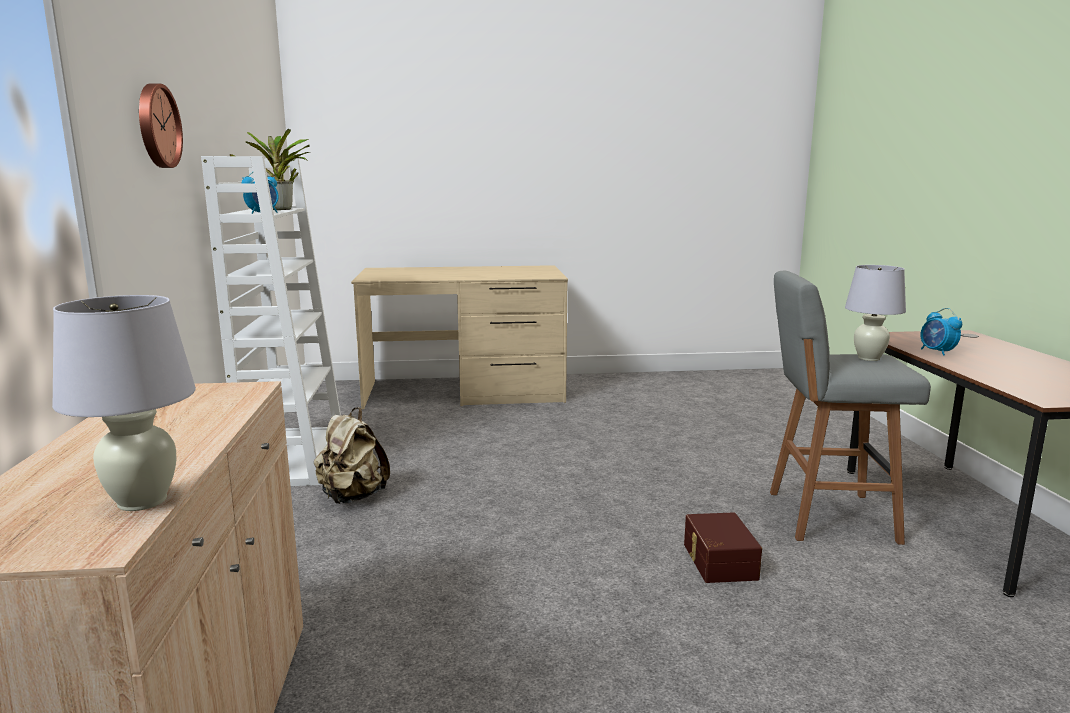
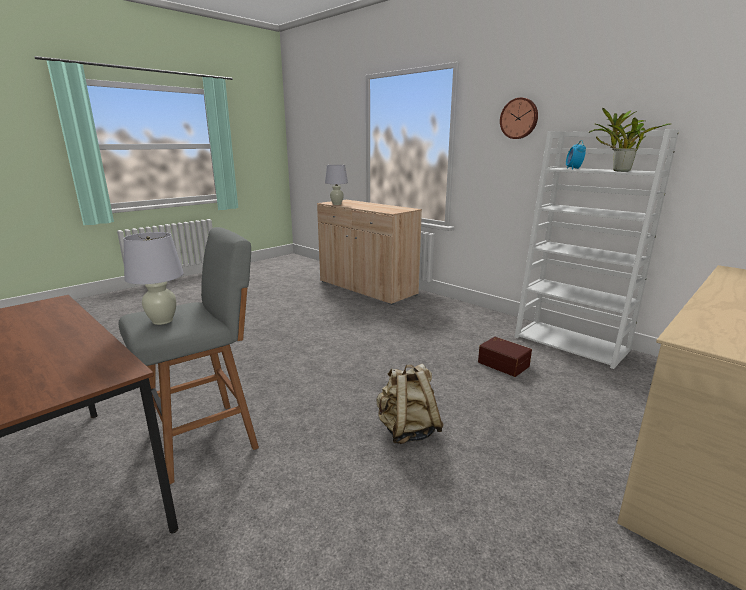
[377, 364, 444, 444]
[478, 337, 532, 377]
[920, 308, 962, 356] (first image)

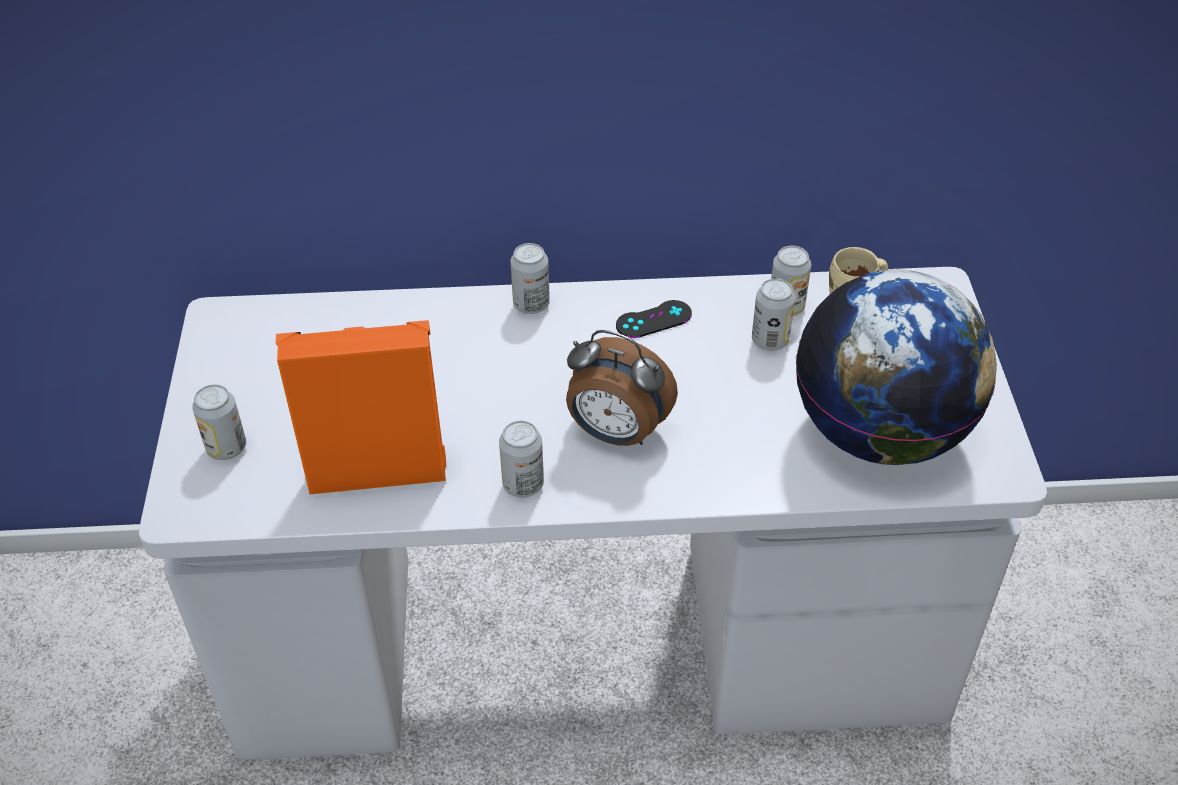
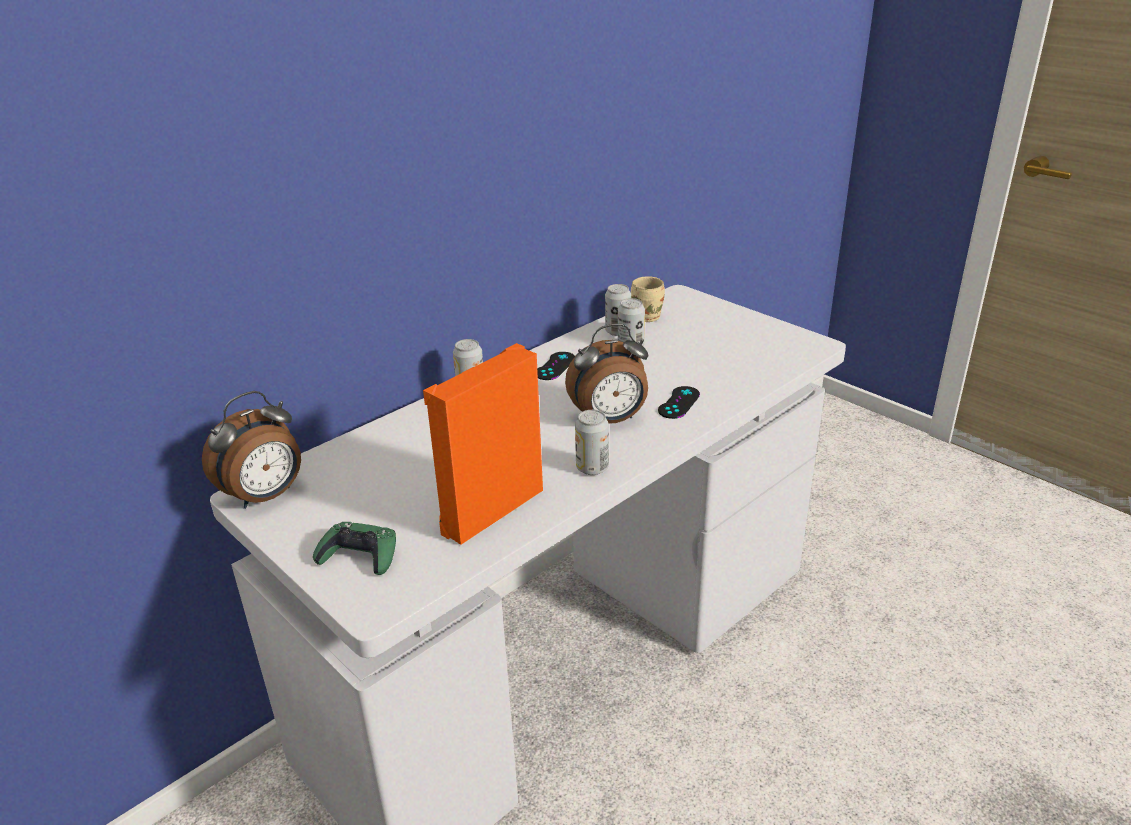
[202, 391, 301, 509]
[313, 522, 396, 575]
[658, 386, 700, 419]
[796, 269, 997, 465] (first image)

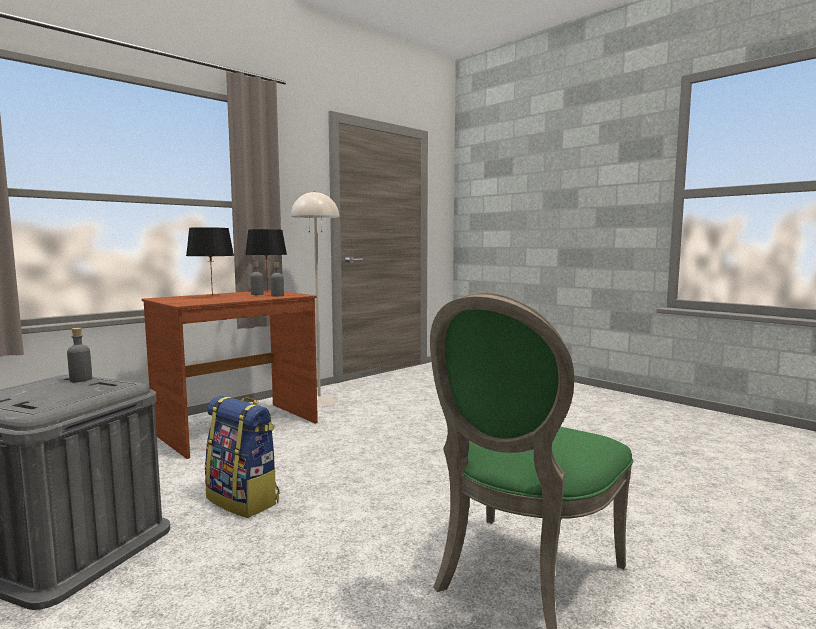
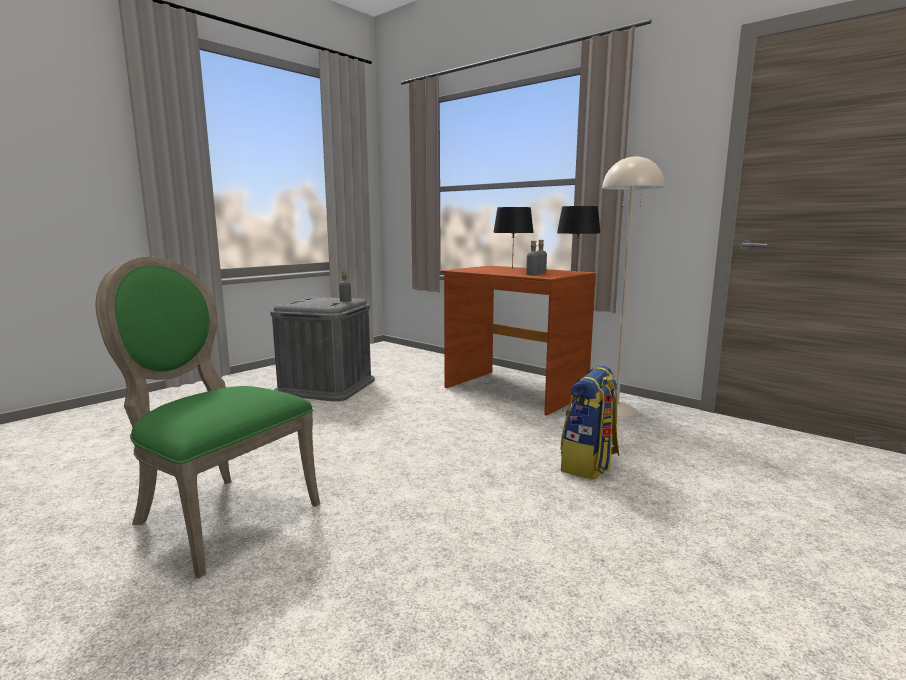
[560, 366, 619, 479]

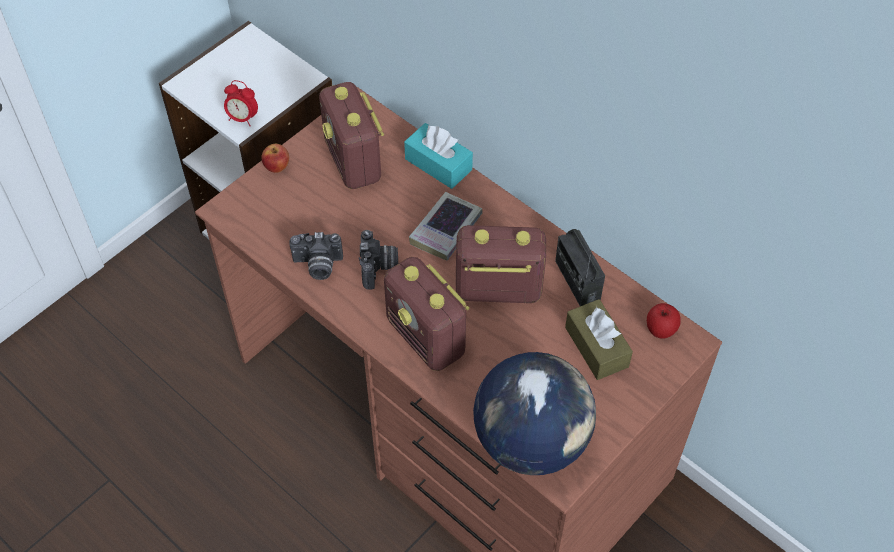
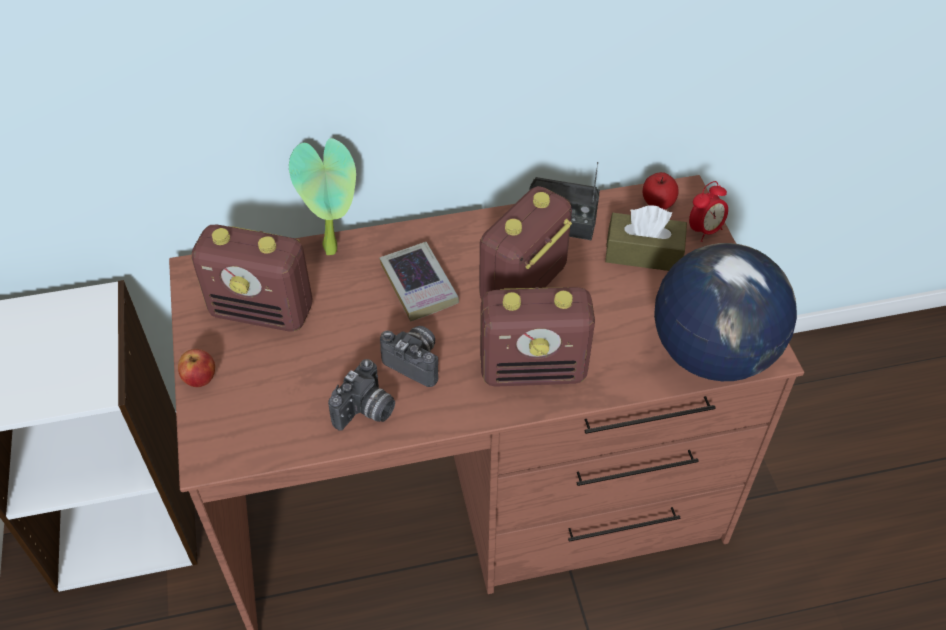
[289, 138, 356, 255]
[689, 181, 728, 242]

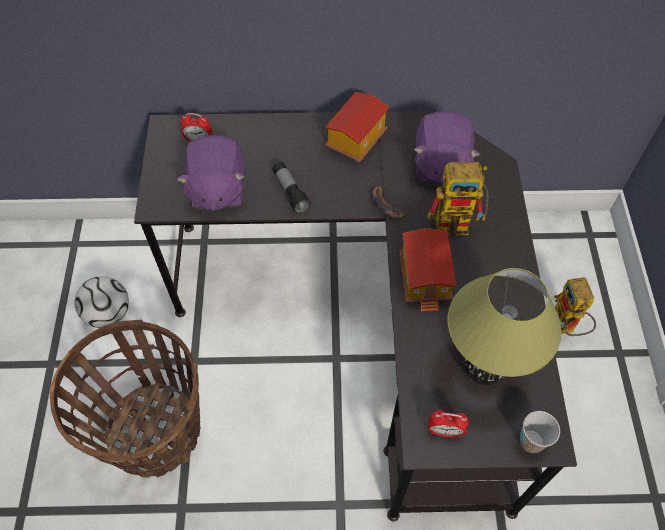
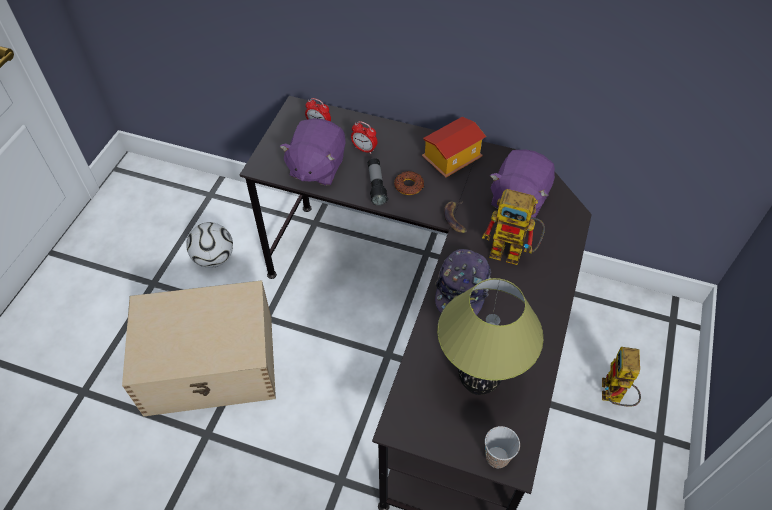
[122, 280, 276, 417]
[351, 121, 378, 154]
[394, 171, 424, 195]
[435, 249, 491, 315]

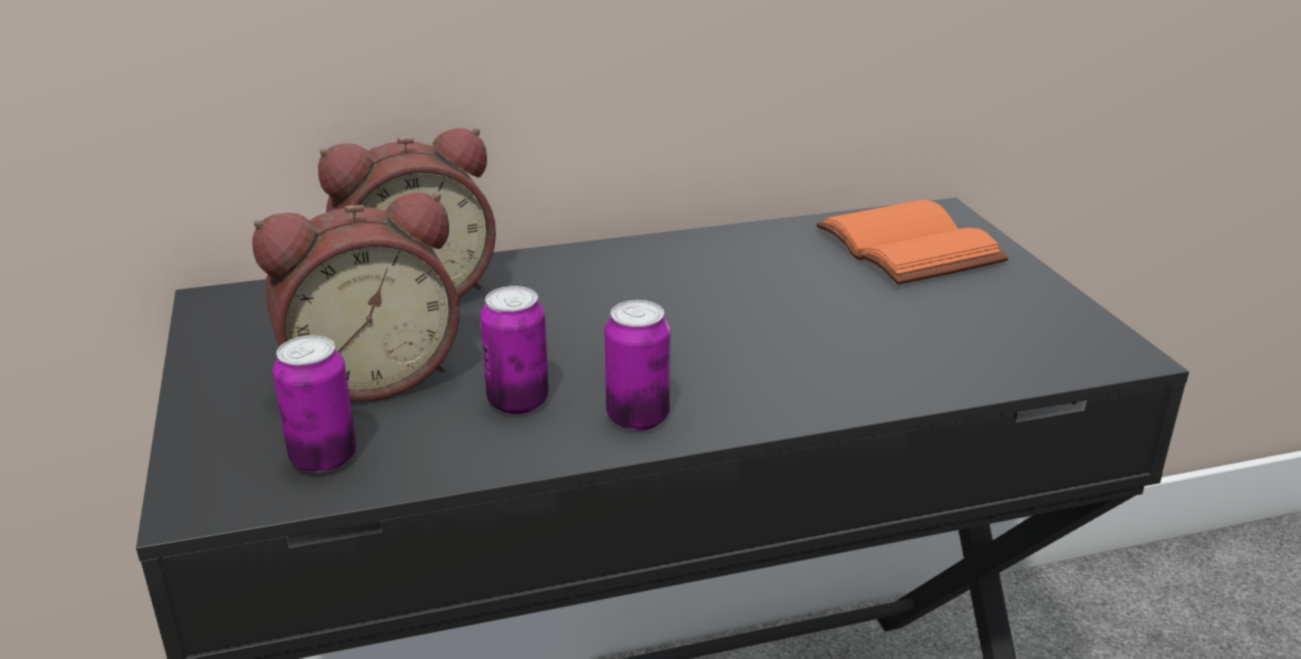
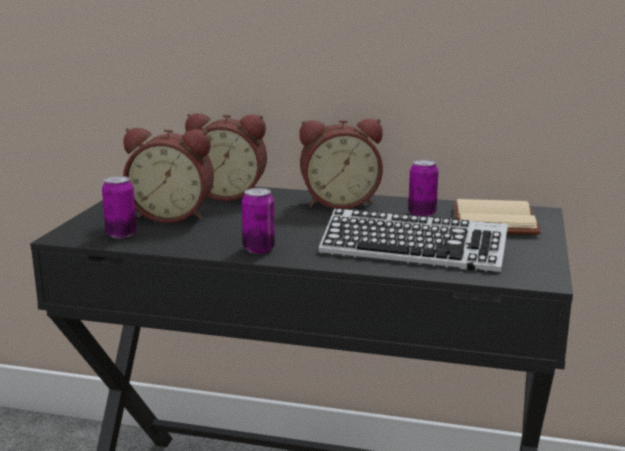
[299, 119, 383, 209]
[319, 208, 508, 273]
[408, 160, 439, 217]
[453, 199, 541, 235]

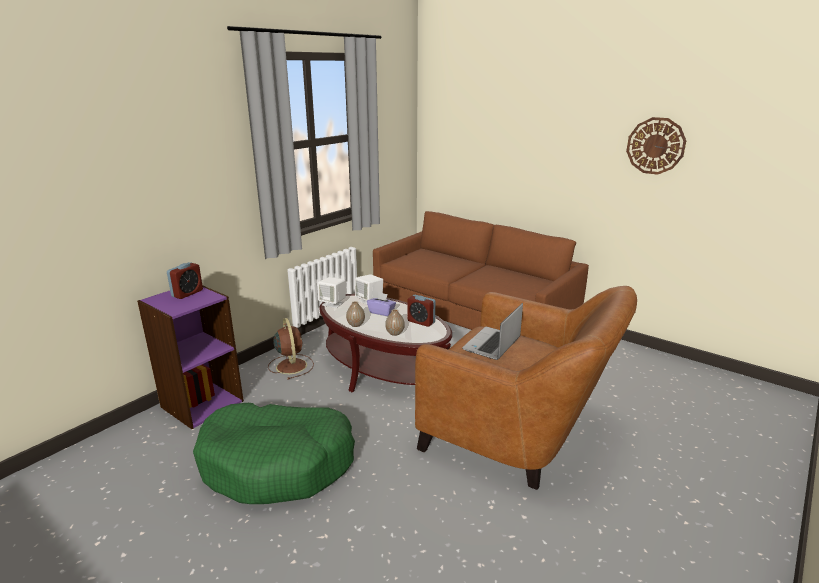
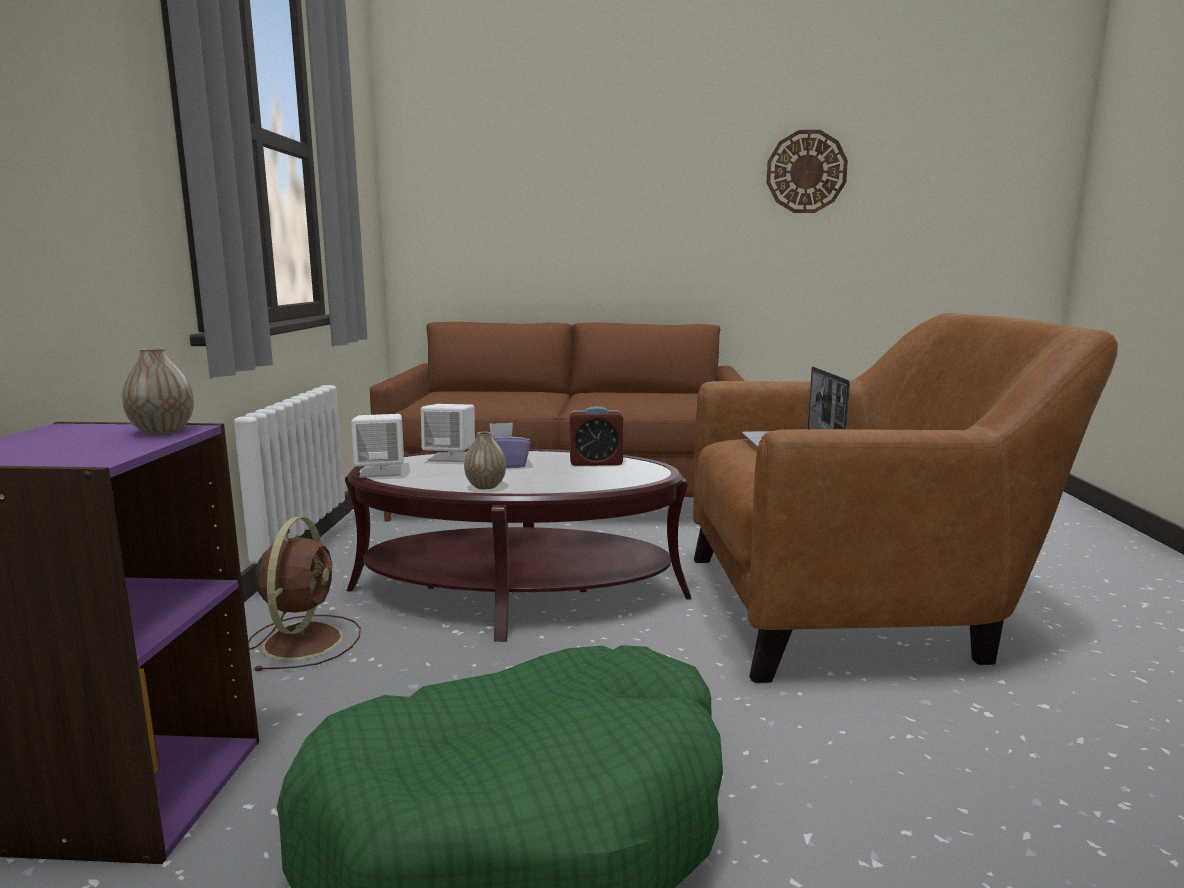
[121, 348, 194, 435]
[248, 517, 361, 671]
[167, 262, 203, 299] (first image)

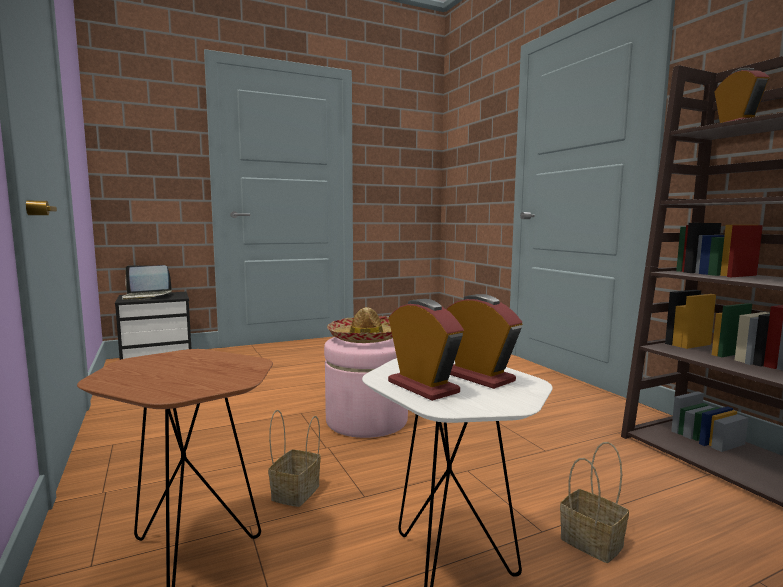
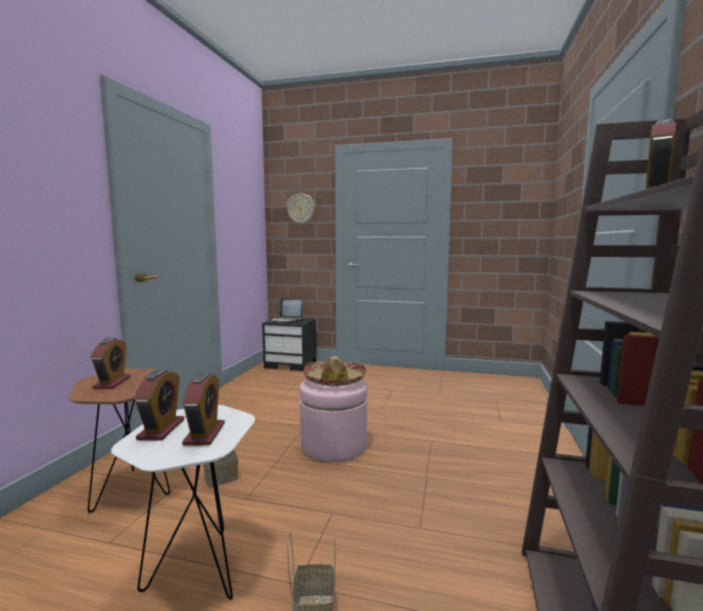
[91, 338, 131, 389]
[286, 193, 315, 224]

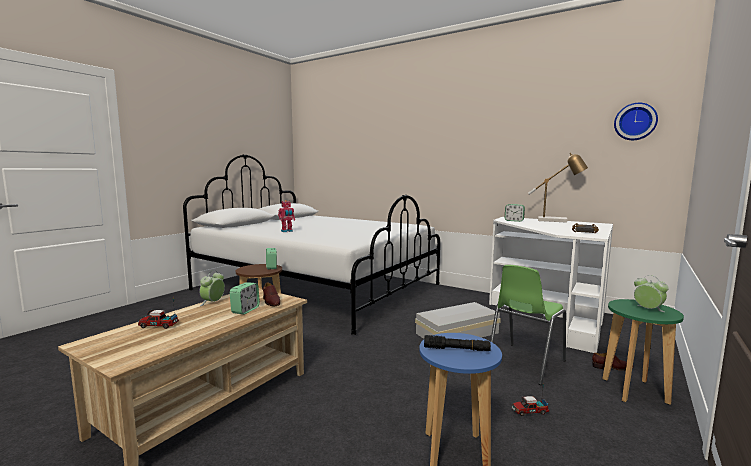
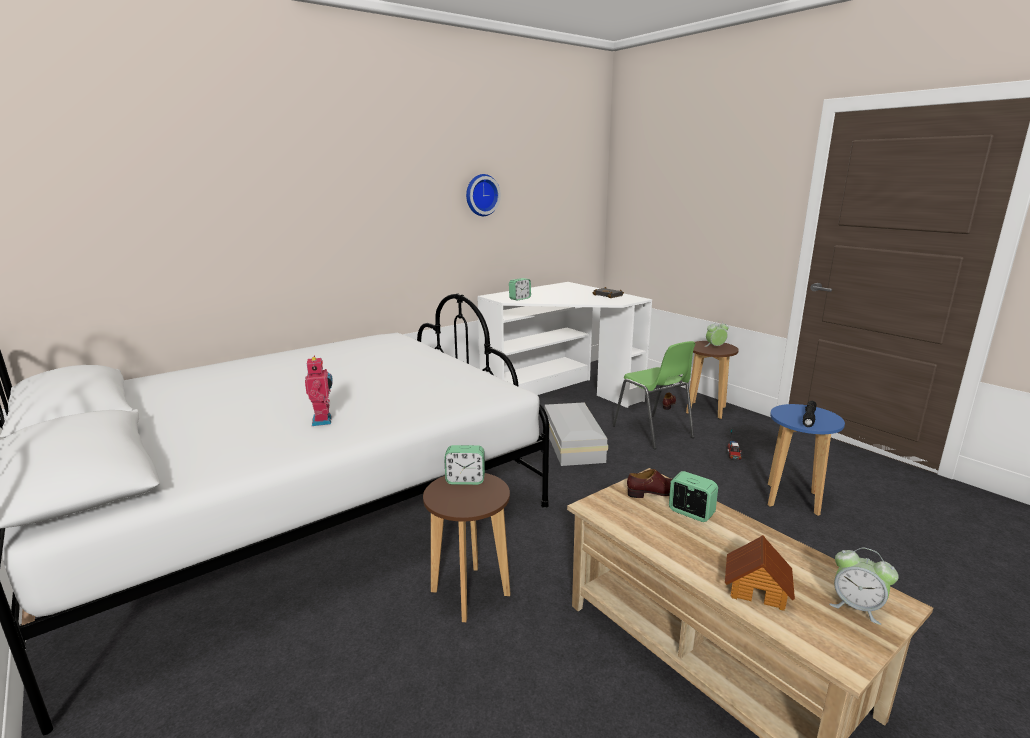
[466, 174, 501, 216]
[686, 341, 739, 419]
[725, 535, 795, 611]
[829, 548, 899, 625]
[528, 153, 588, 223] (first image)

